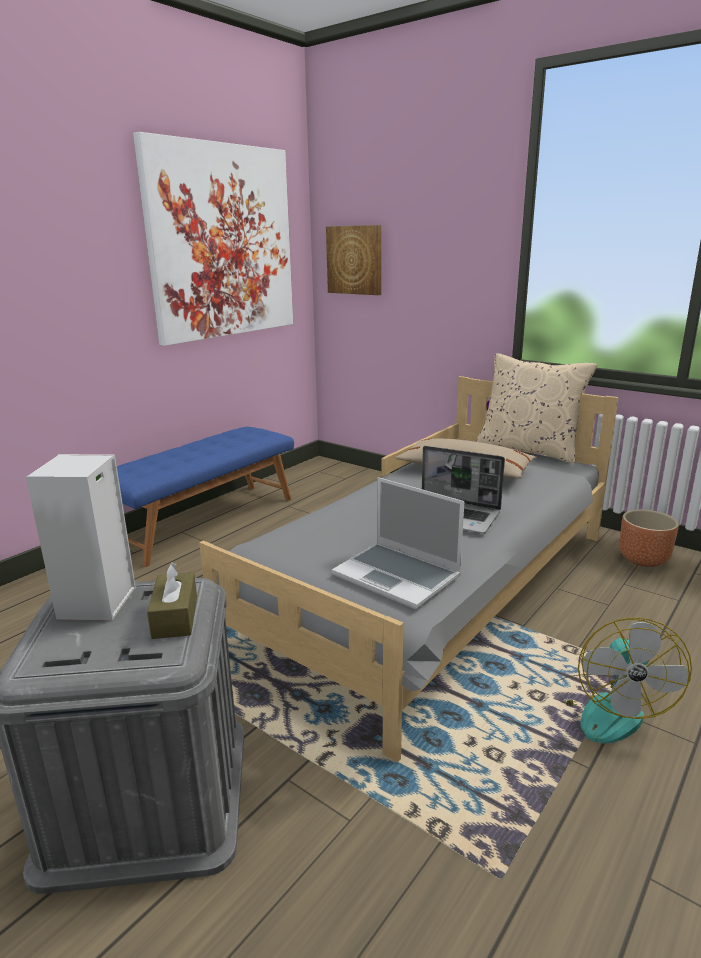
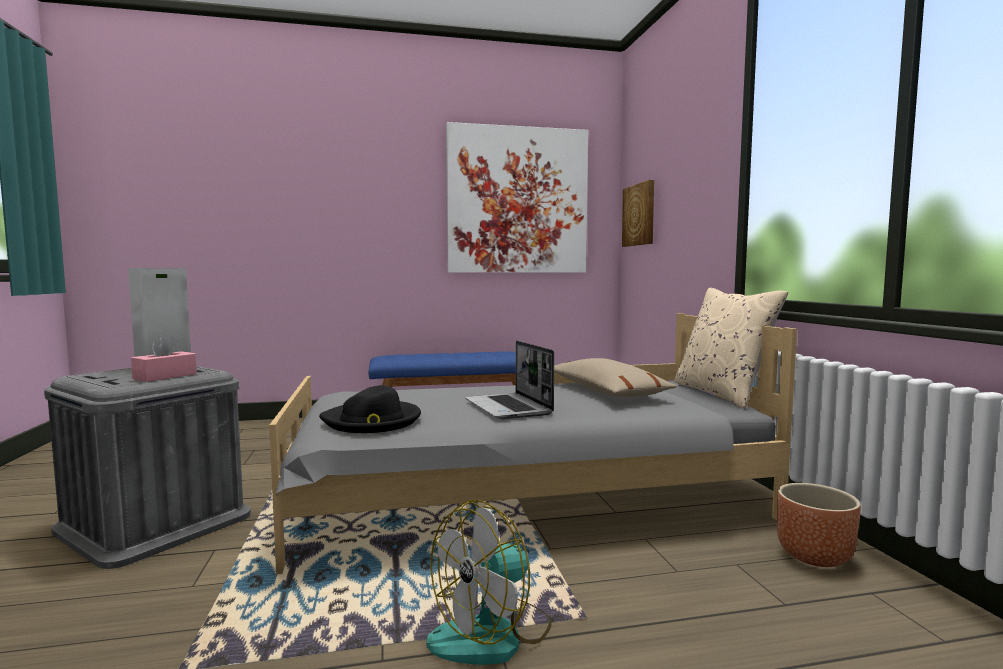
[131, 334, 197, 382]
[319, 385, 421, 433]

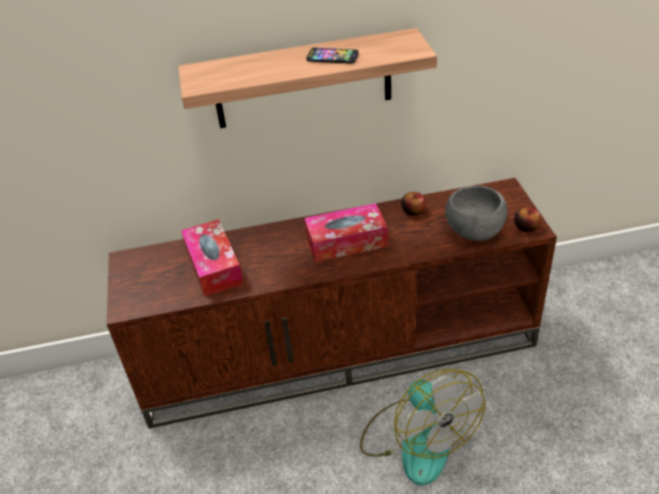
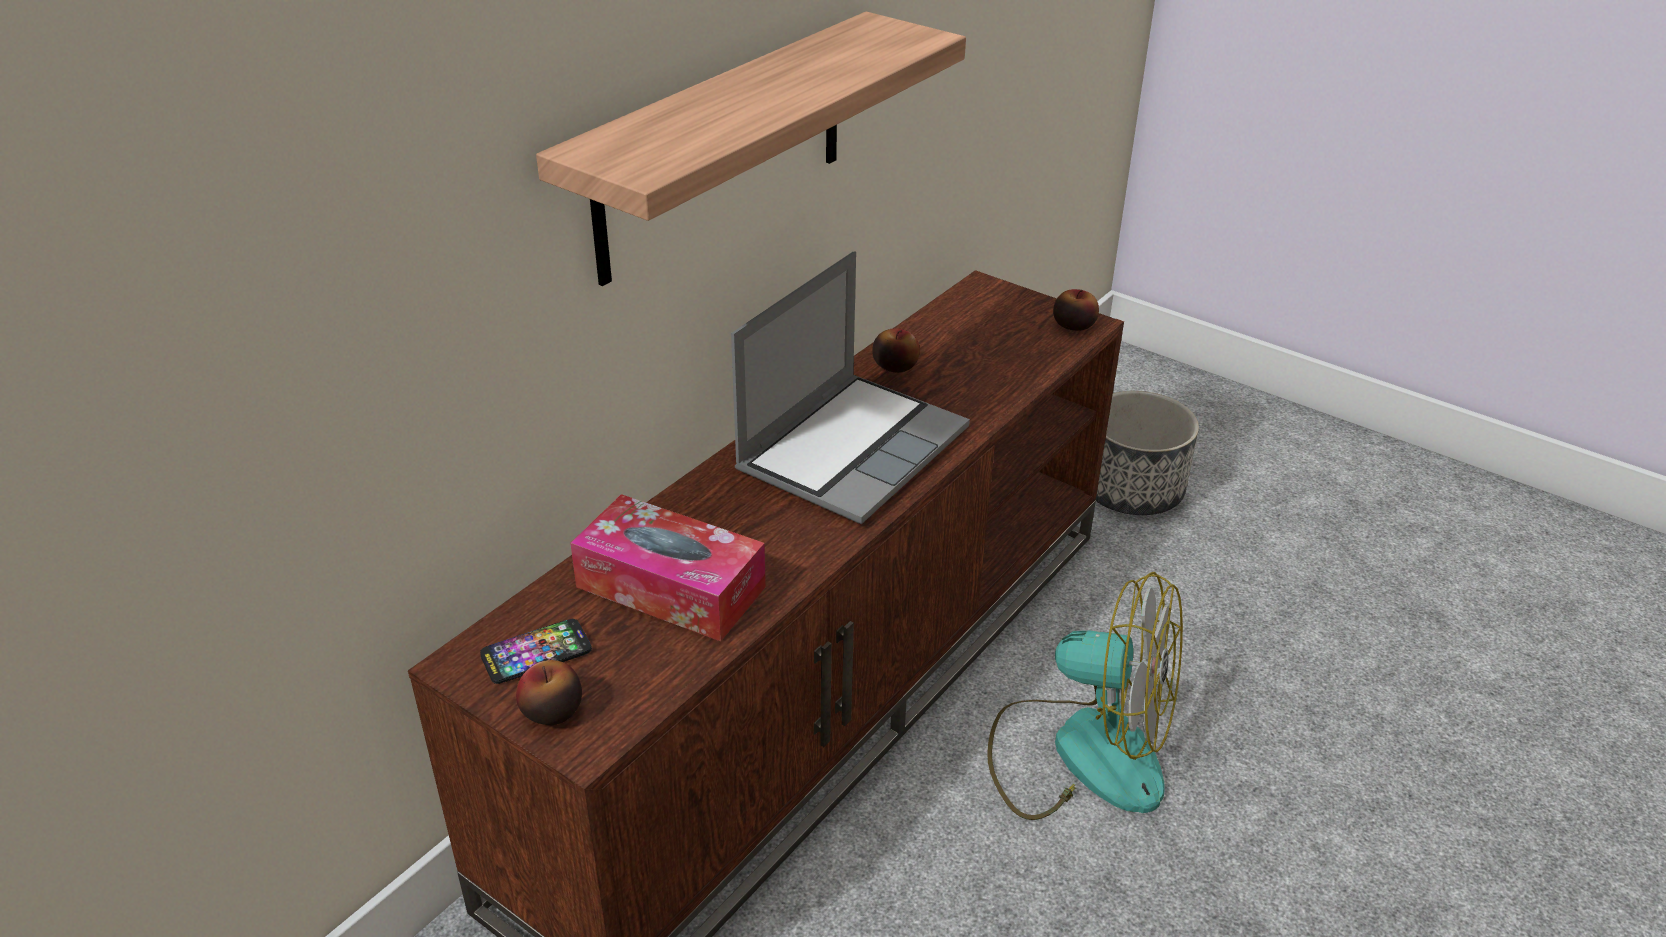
[480, 619, 592, 684]
[516, 660, 582, 725]
[731, 251, 970, 524]
[1096, 391, 1199, 515]
[445, 186, 508, 241] (first image)

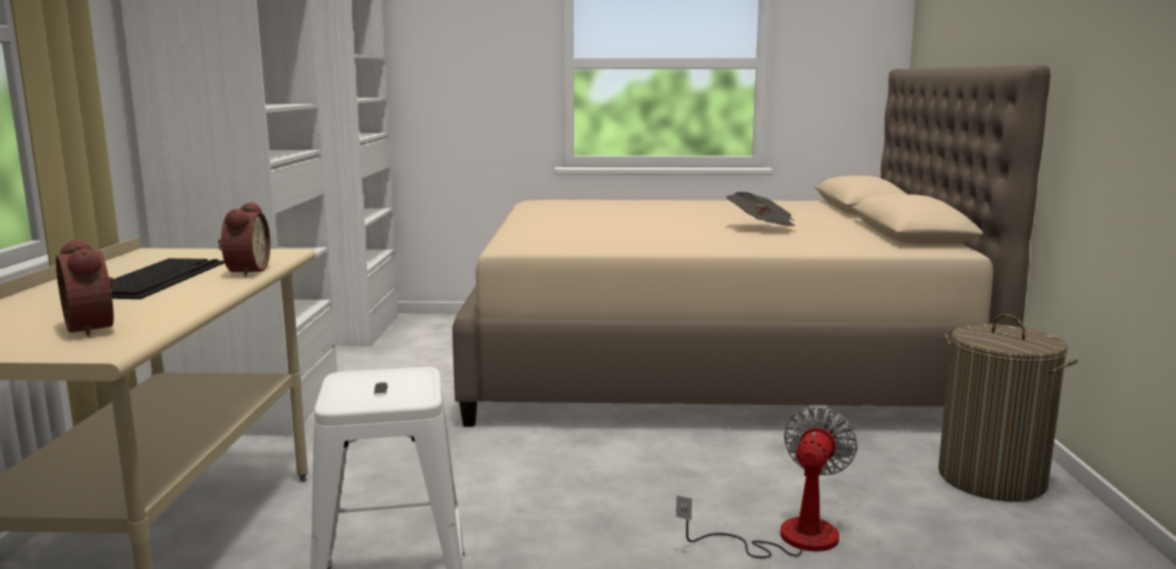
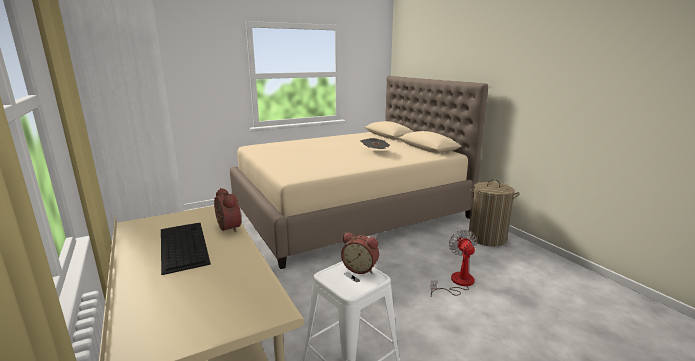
[341, 233, 379, 274]

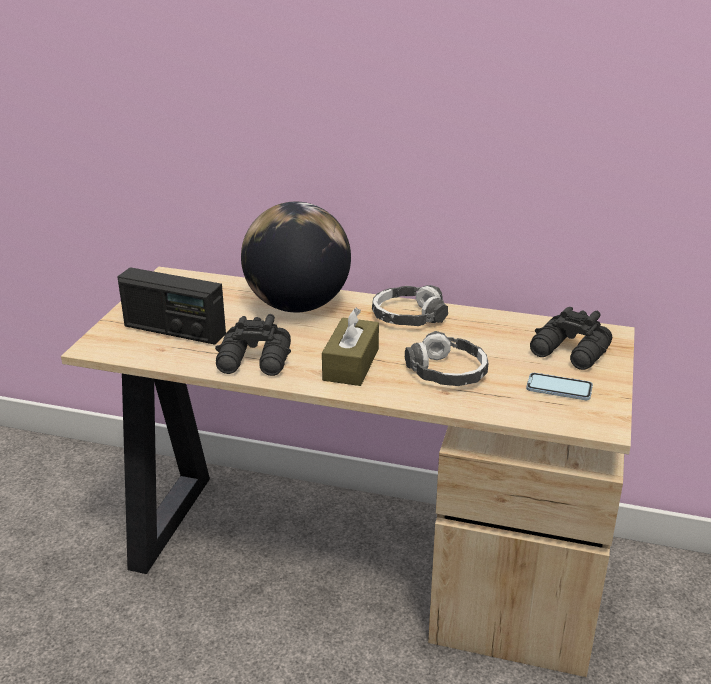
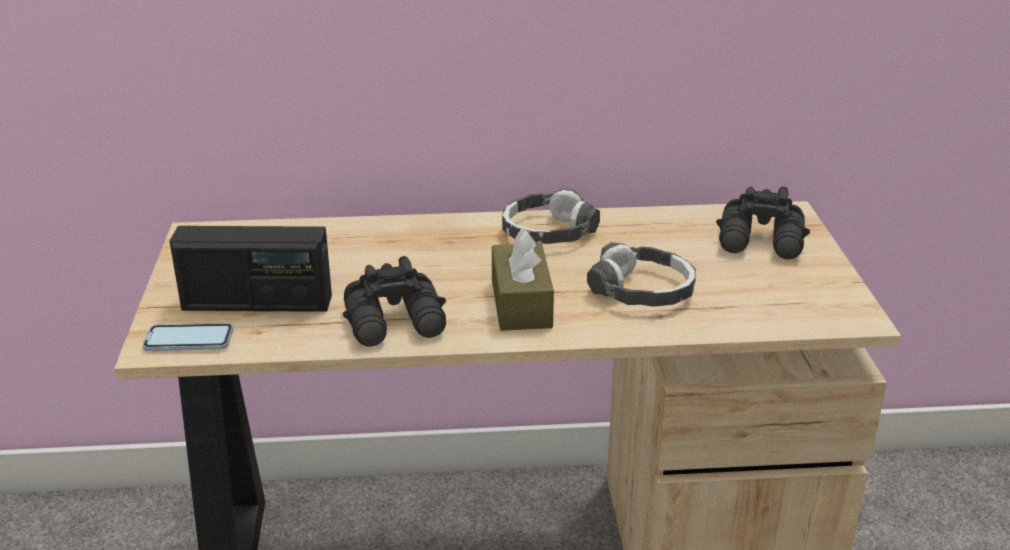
[143, 323, 233, 351]
[241, 202, 351, 312] (first image)

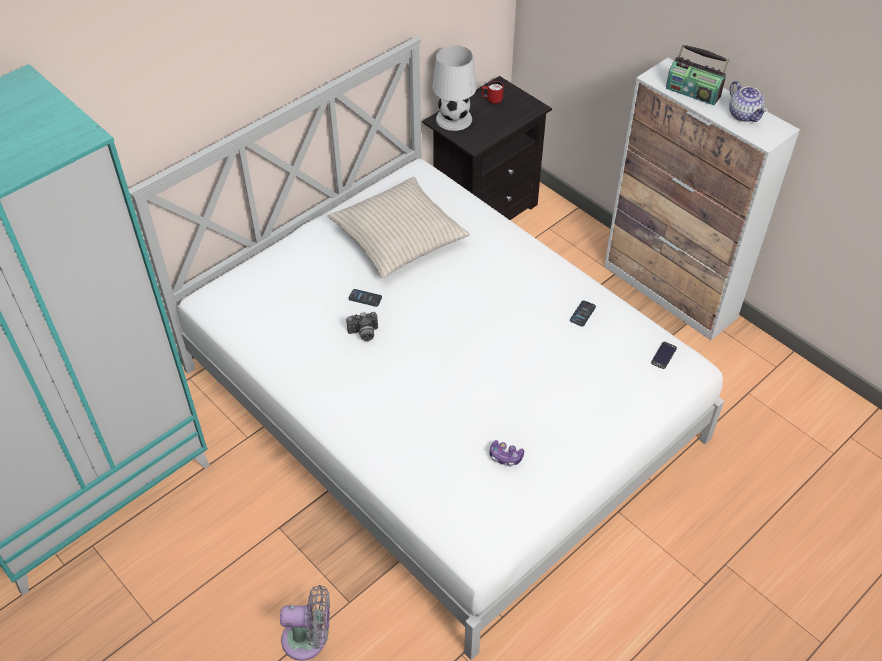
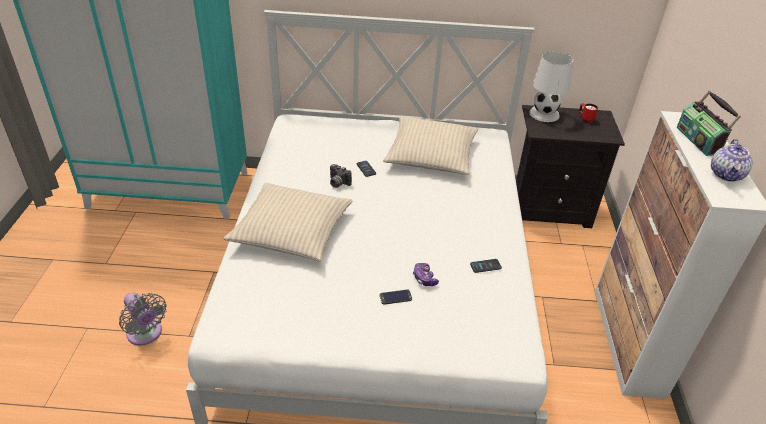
[223, 183, 353, 262]
[380, 290, 412, 305]
[413, 263, 439, 286]

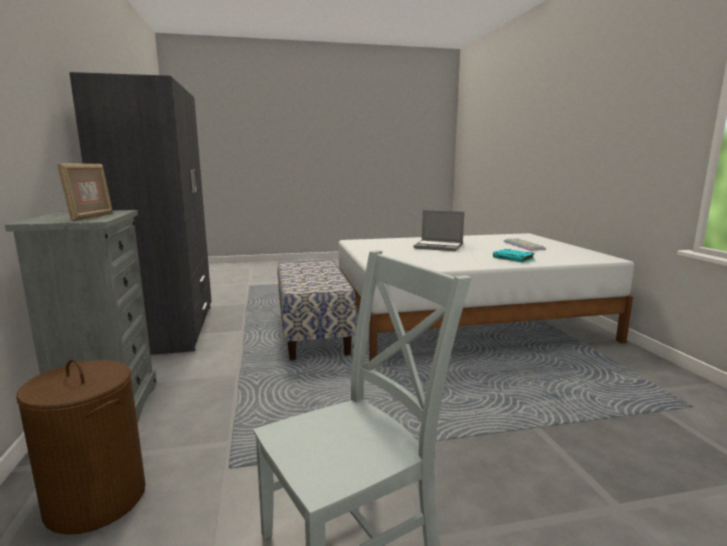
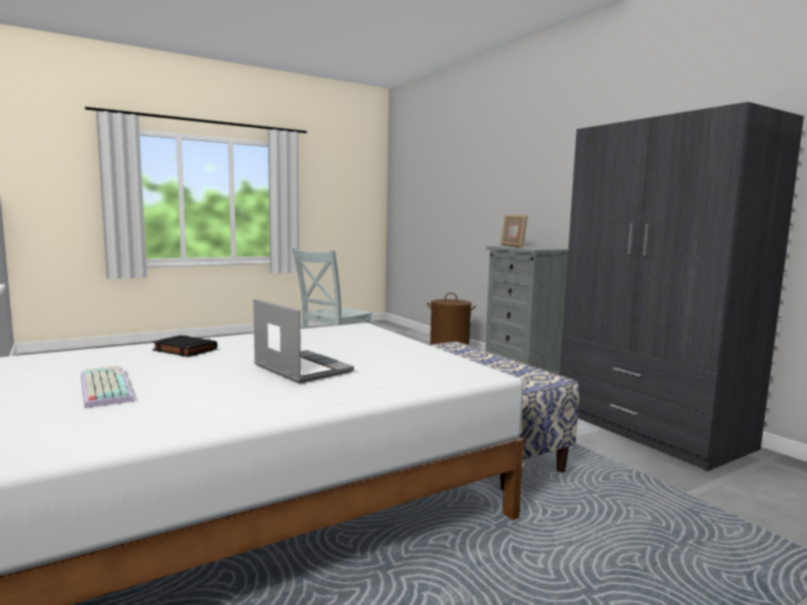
[152, 335, 218, 357]
[253, 299, 354, 384]

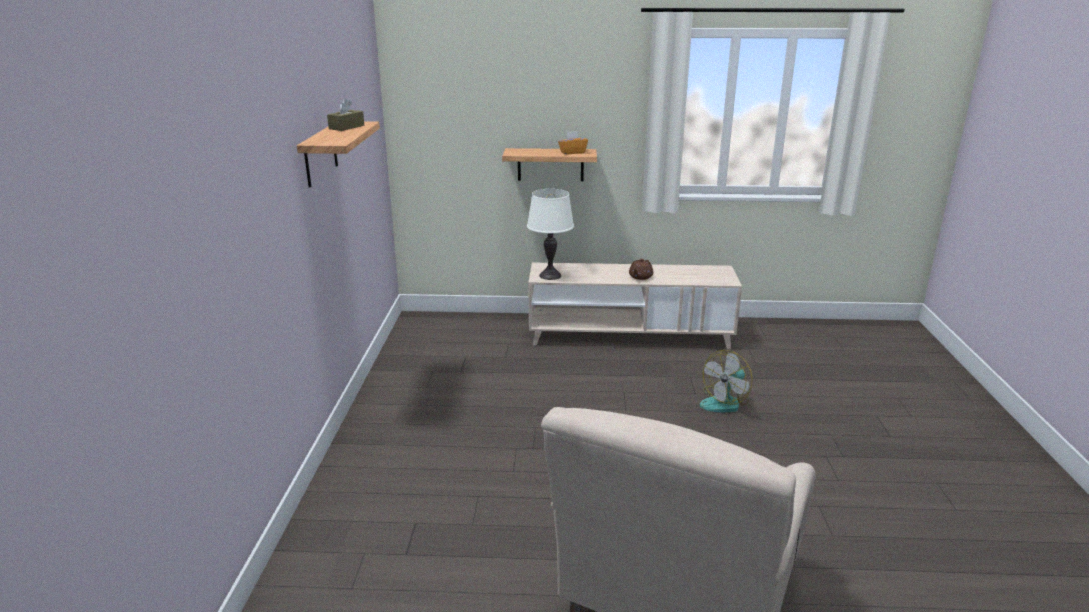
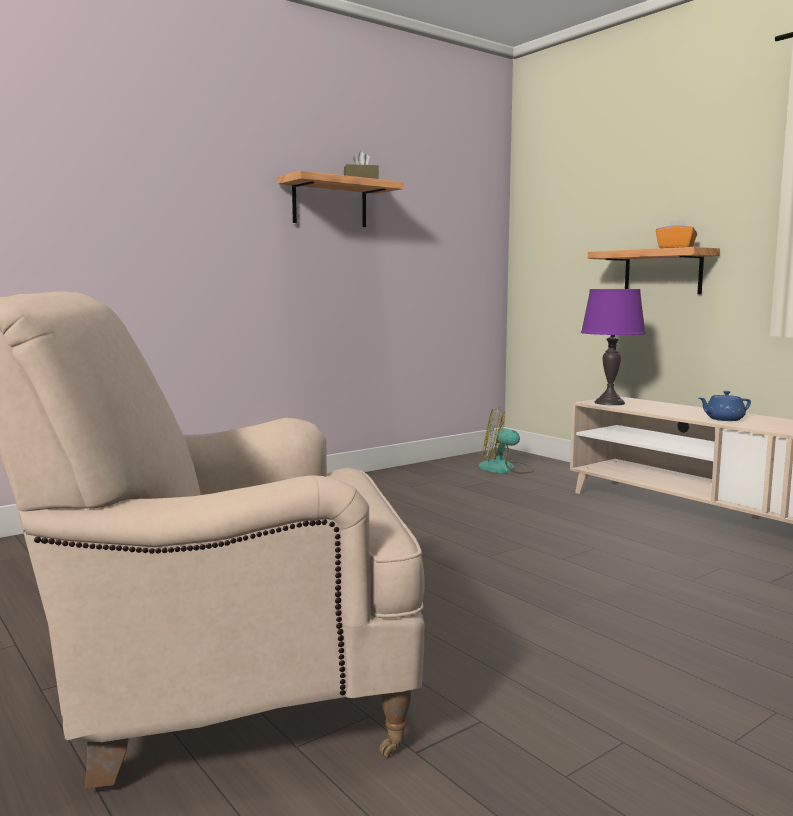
[478, 407, 534, 474]
[581, 289, 646, 405]
[699, 391, 751, 421]

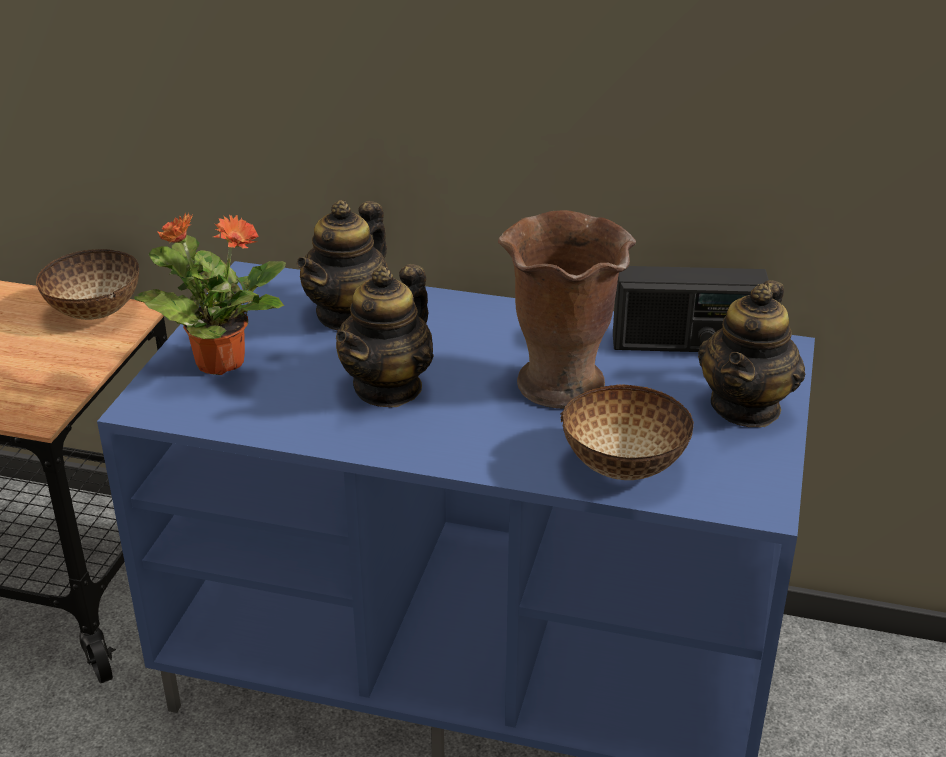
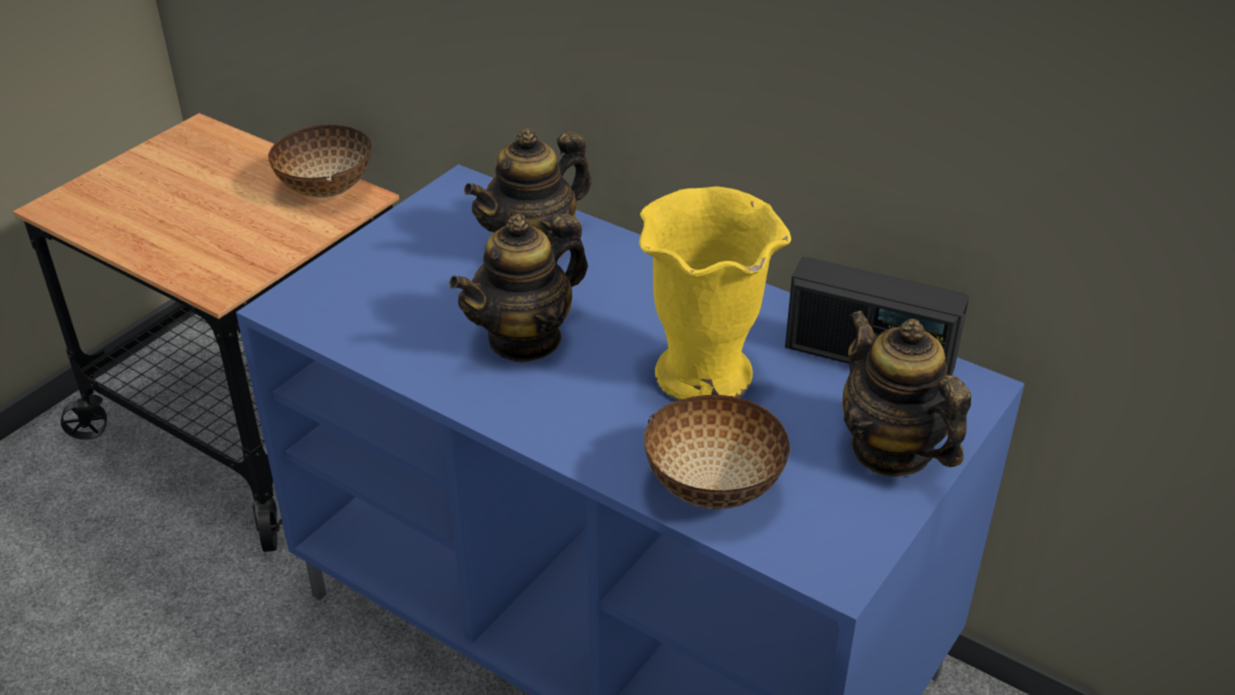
[639, 186, 791, 401]
[842, 310, 971, 477]
[135, 212, 286, 375] (first image)

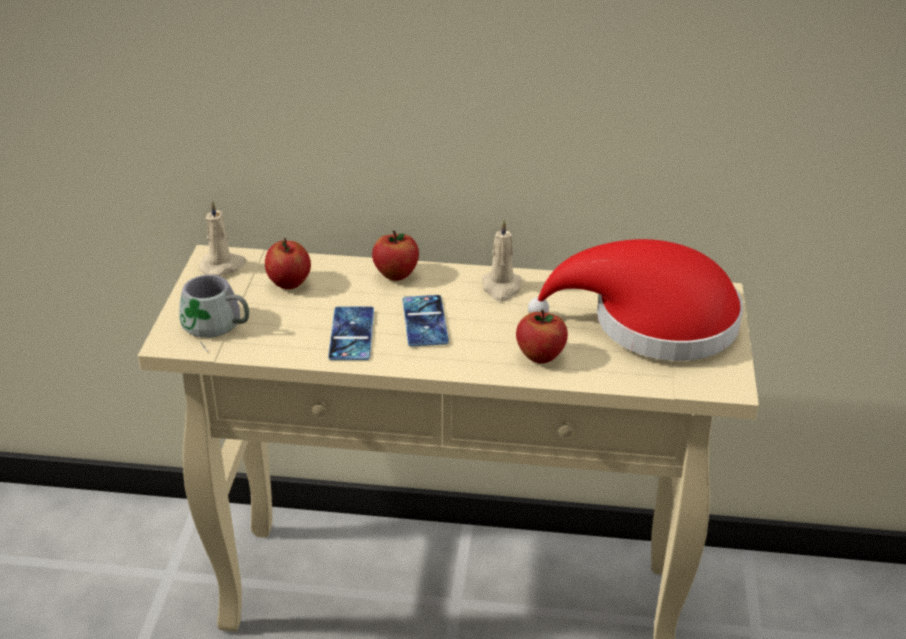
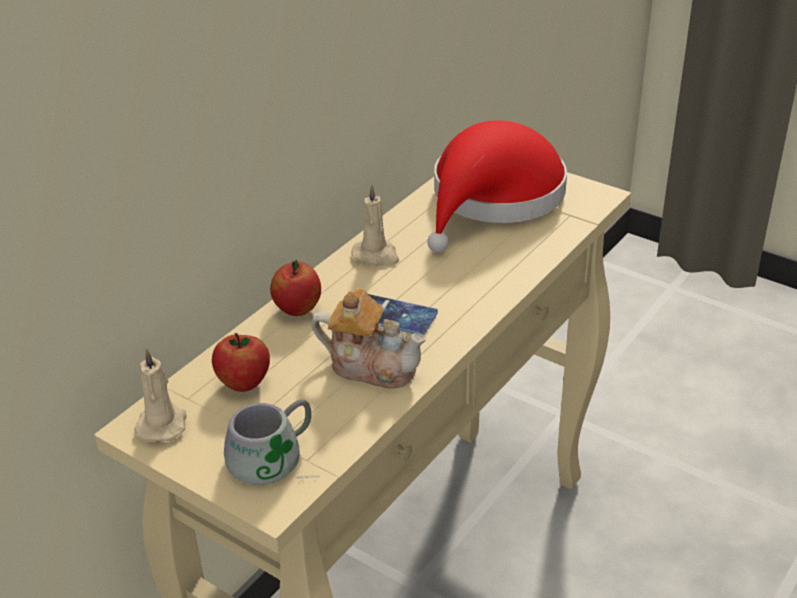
[311, 288, 426, 388]
[516, 310, 568, 363] (first image)

